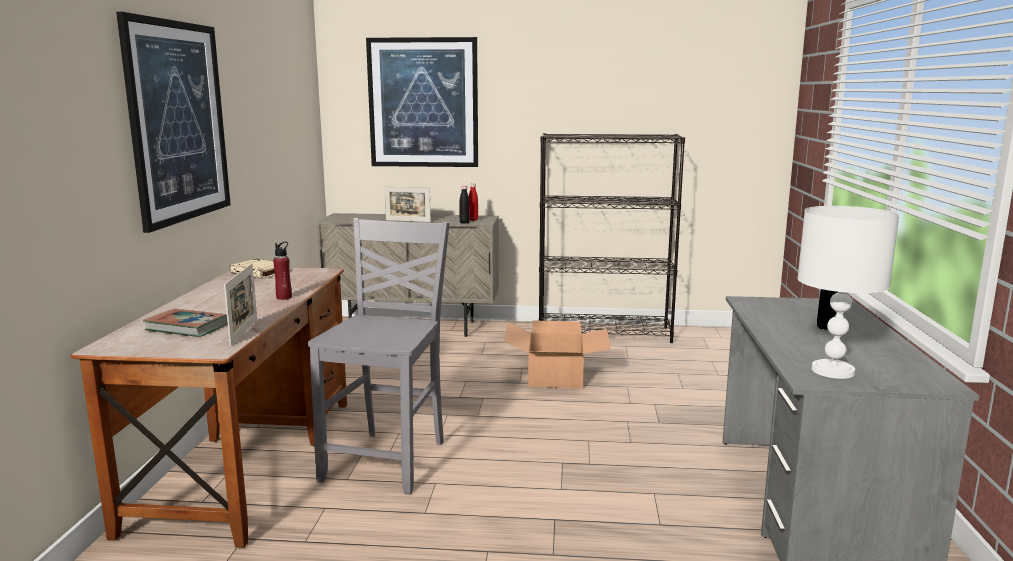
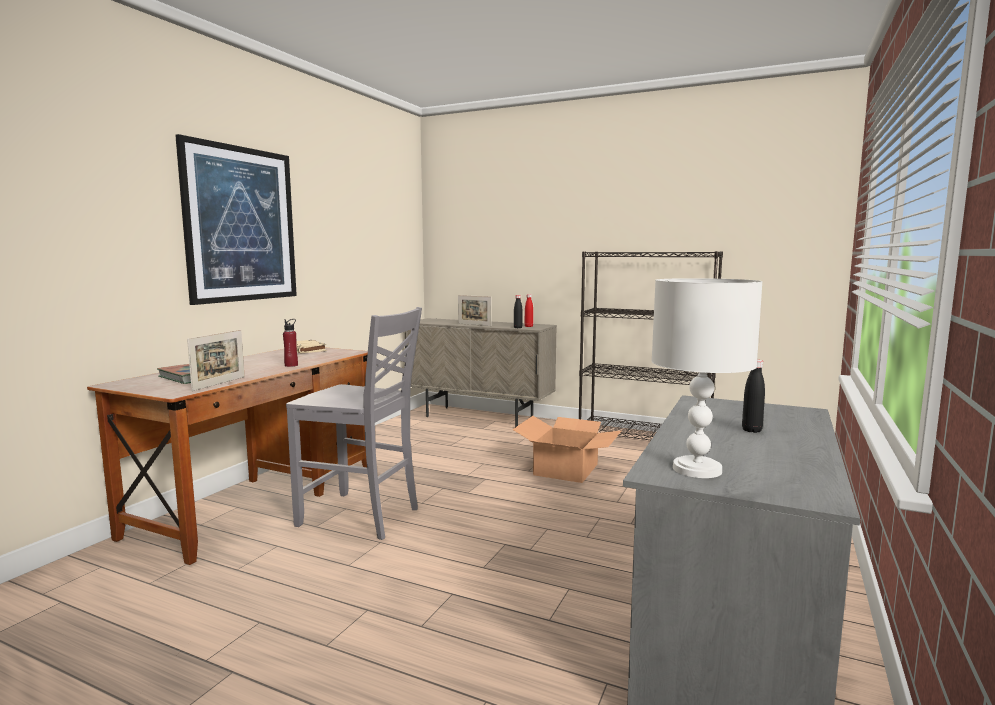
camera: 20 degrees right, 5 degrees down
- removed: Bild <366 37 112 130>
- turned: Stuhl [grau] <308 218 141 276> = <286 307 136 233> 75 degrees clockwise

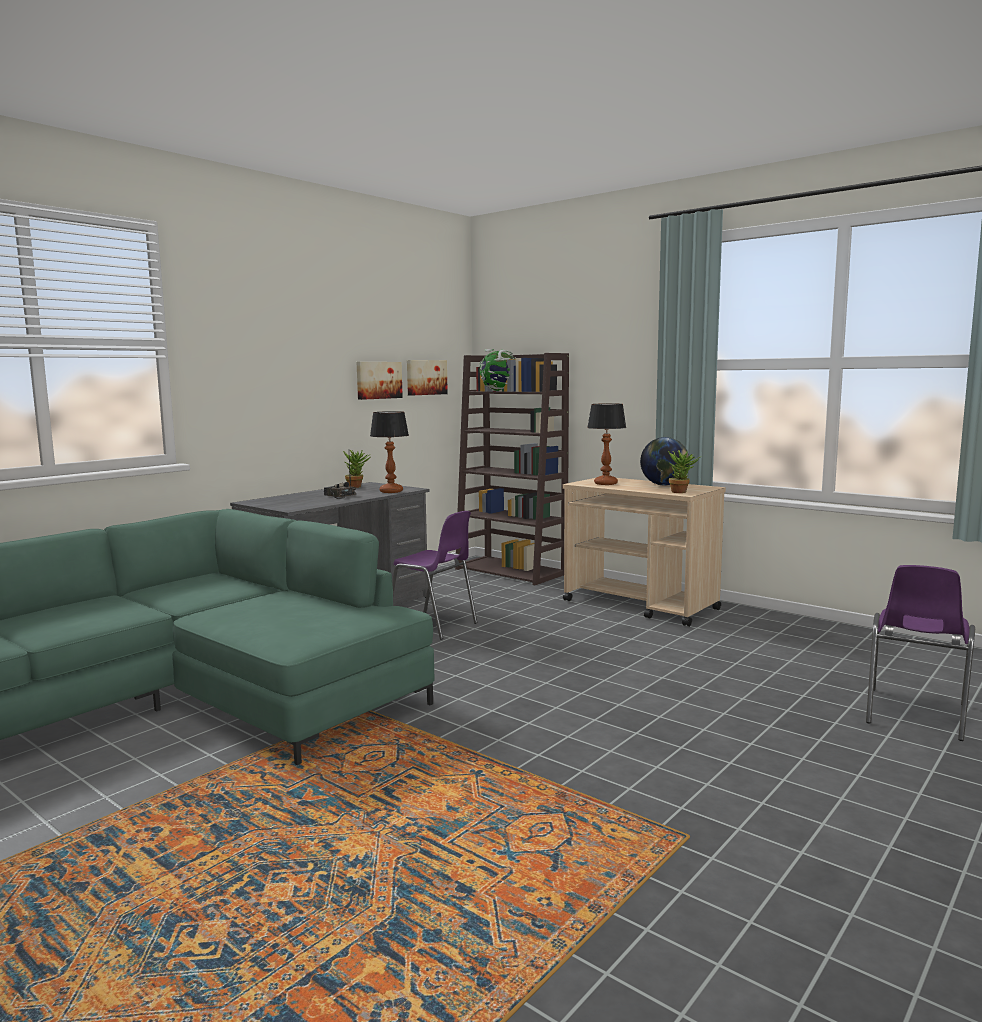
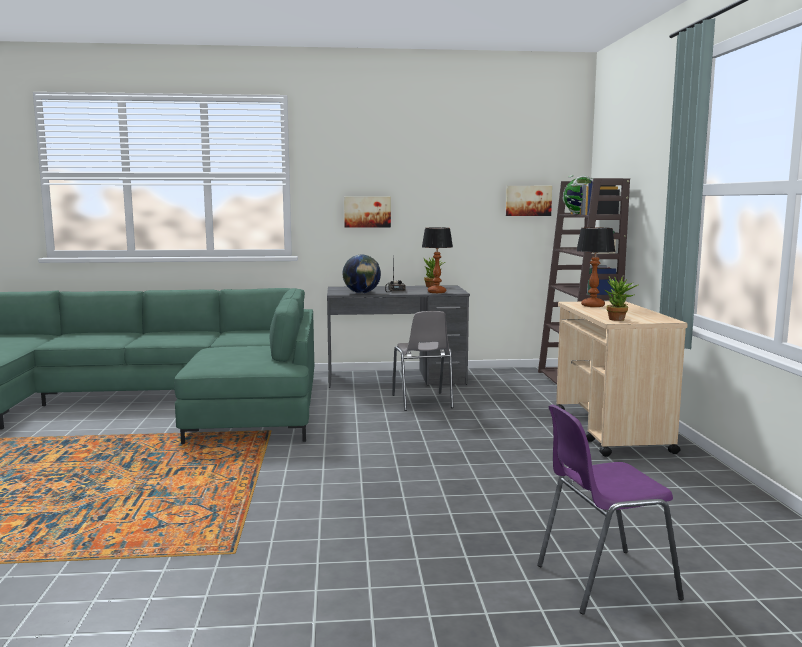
camera: 45 degrees right, 0 degrees up
- moved: Bild <356 362 47 38> to <344 197 47 31>
- moved: Globus <640 437 49 49> to <343 255 38 38>
- recoloured: Stuhl [lila] <392 511 85 129> to Stuhl [grau] <392 311 62 100>

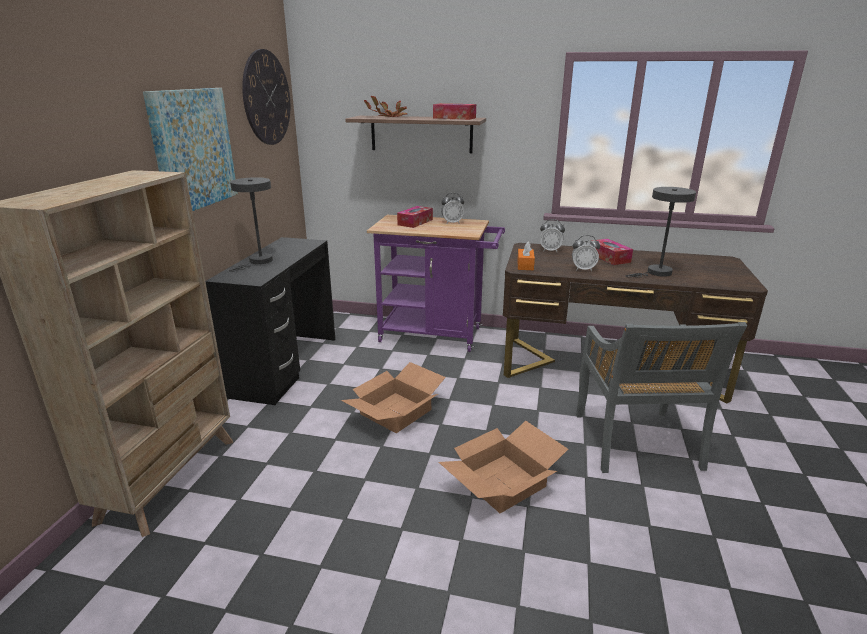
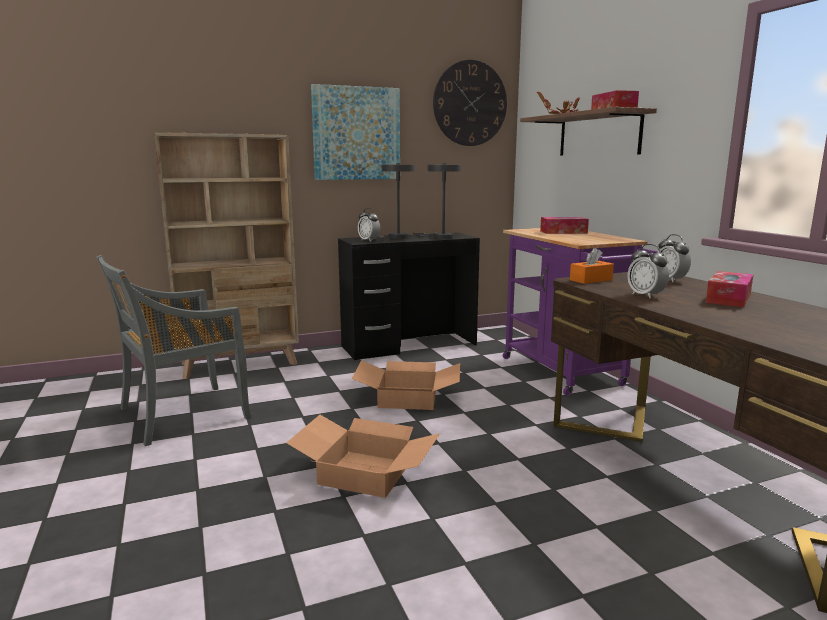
camera: 55 degrees right, 10 degrees down
- moved: Wecker <441 193 23 31> to <358 208 22 34>
- moved: Stuhl [grau] <576 322 171 151> to <96 255 155 191>
- moved: Tischlampe [grau] <625 187 71 91> to <413 163 48 76>

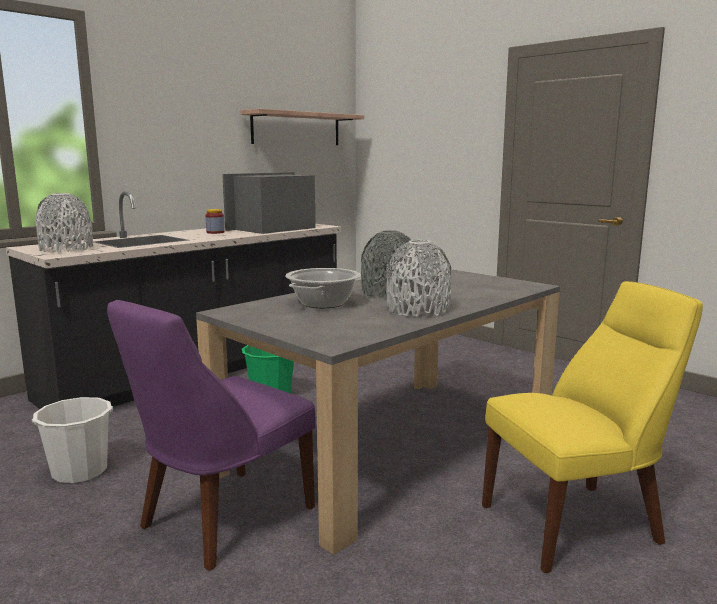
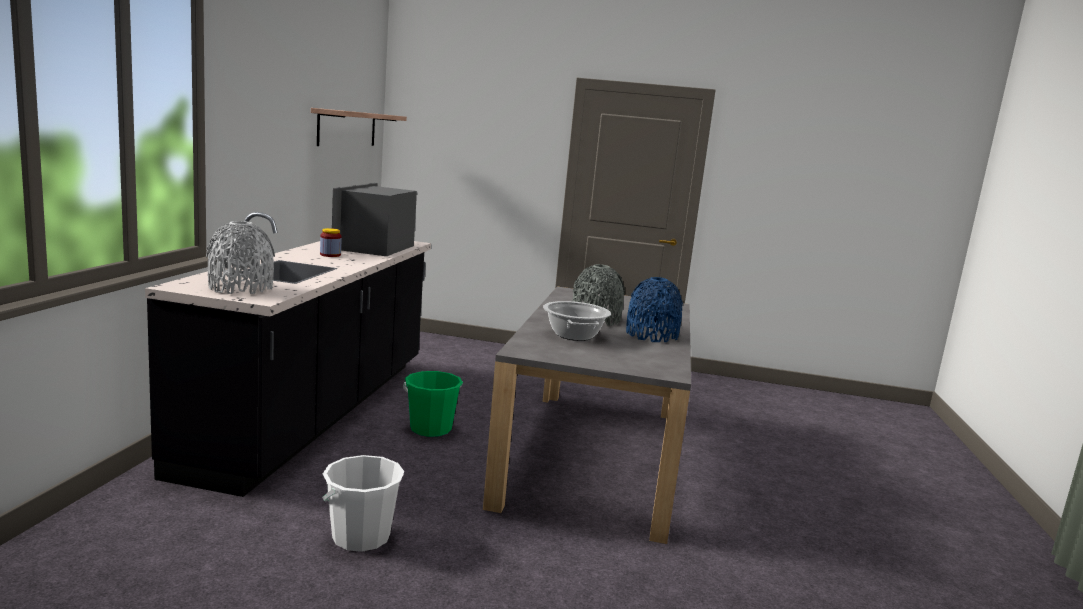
camera: 35 degrees left, 0 degrees up
- removed: Stuhl [lila] <107 300 209 271>
- removed: Stuhl [gelb] <482 281 221 292>
- recoloured: Vase [grau] <386 240 65 77> to Vase [blau] <626 277 57 65>

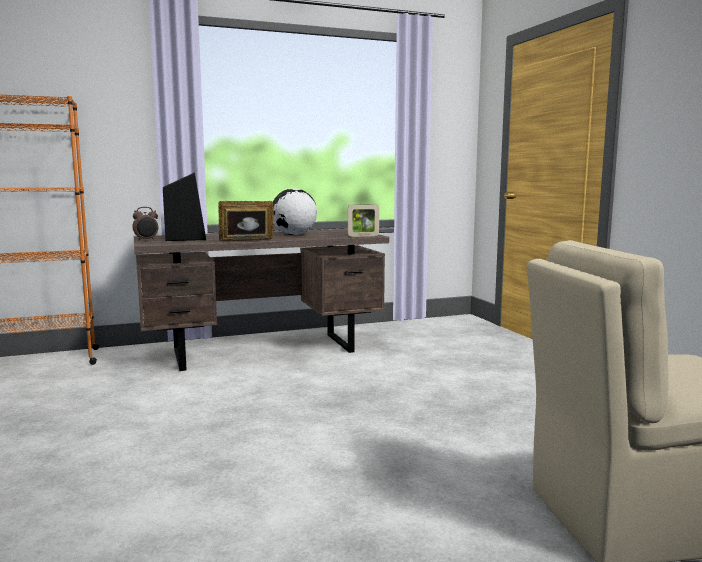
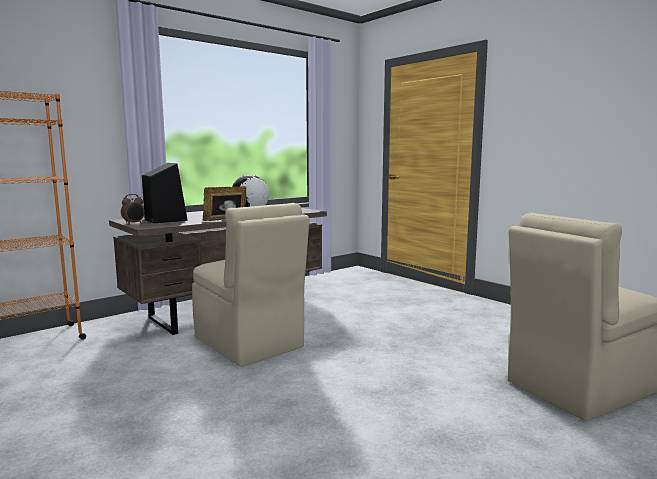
camera: 20 degrees left, 0 degrees up
- removed: Bilderrahmen <348 205 31 32>
- added: Stuhl [beige] <192 203 118 164>

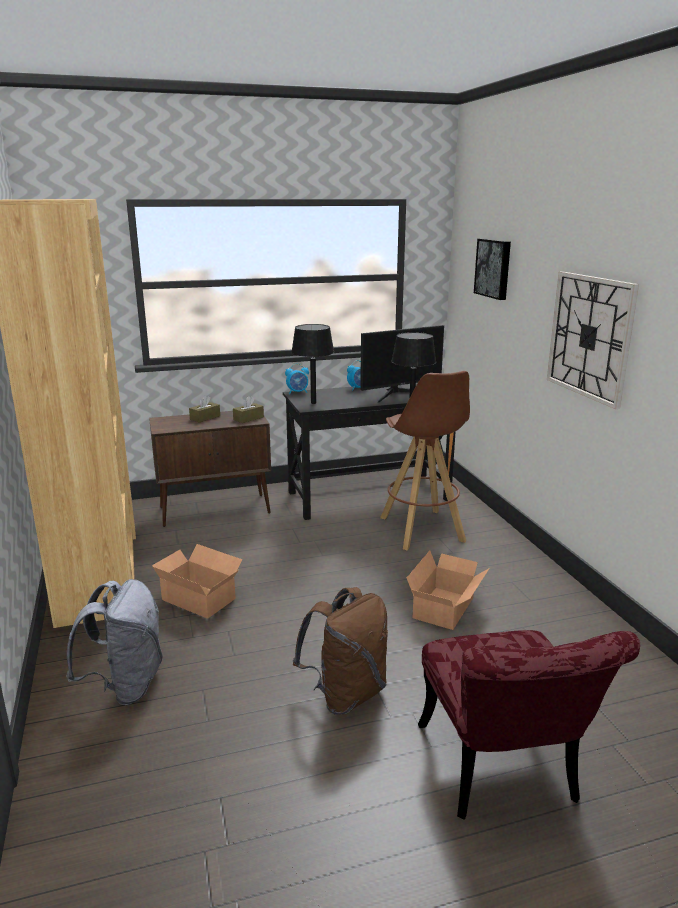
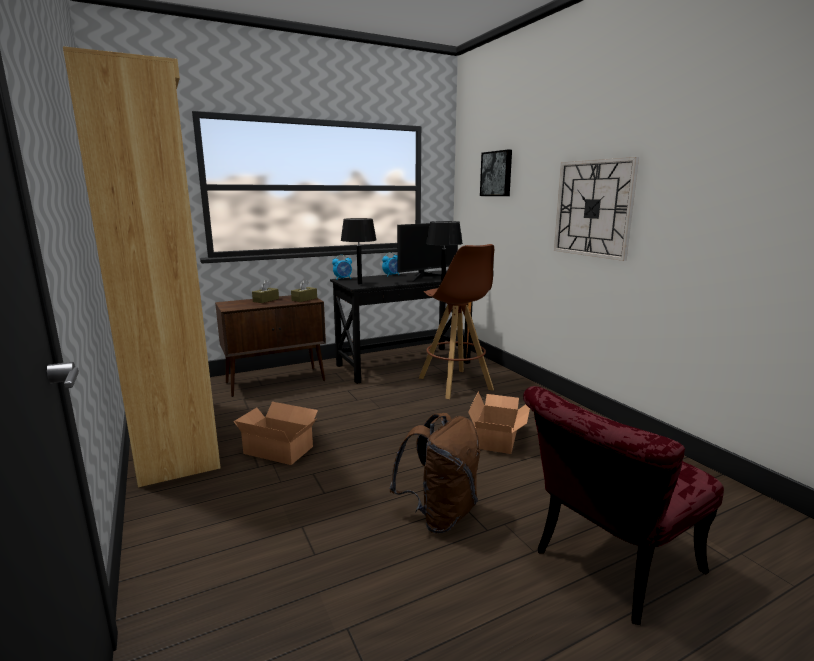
camera: 10 degrees left, 5 degrees down
- removed: Rucksack [grau] <66 579 97 126>
- turned: Stuhl [rot] <418 630 222 190> = <523 386 201 239> 75 degrees clockwise

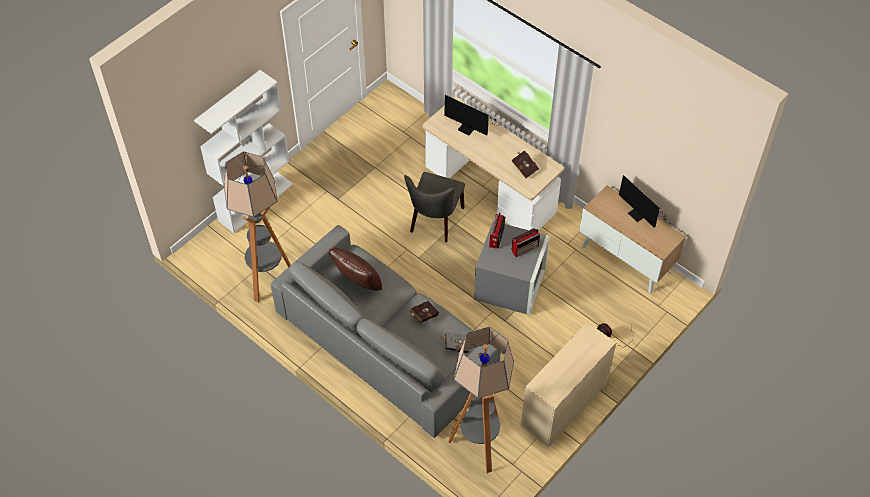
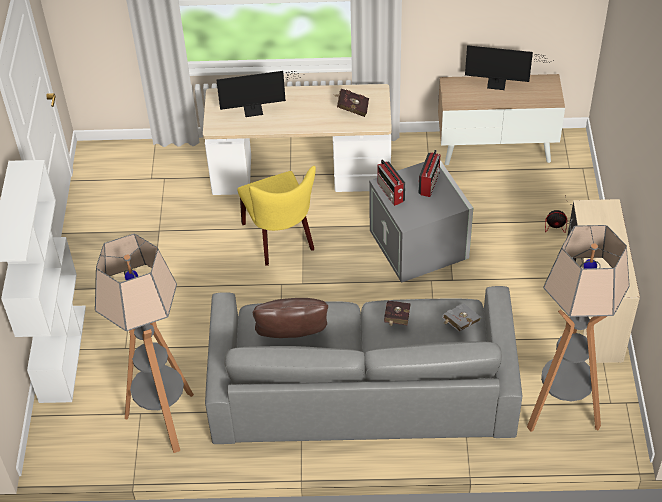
camera: 40 degrees left, 5 degrees down
- recoloured: Stuhl [grau] <404 172 61 71> to Stuhl [gelb] <237 166 79 100>

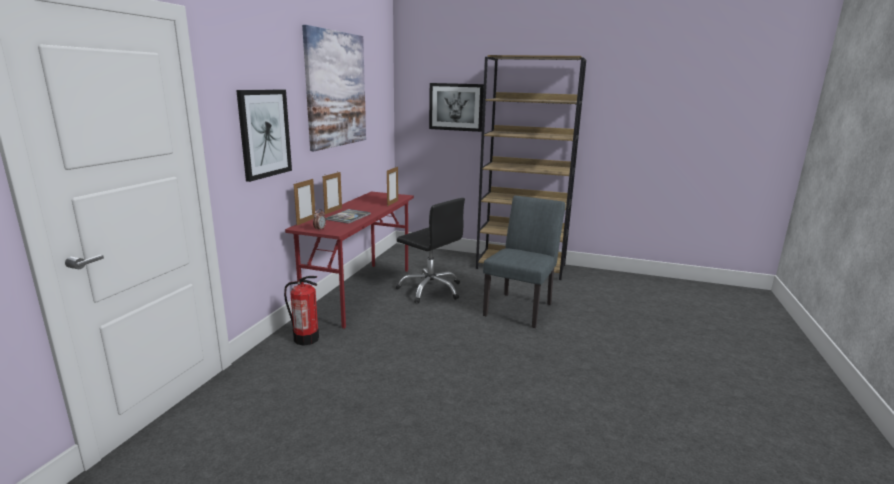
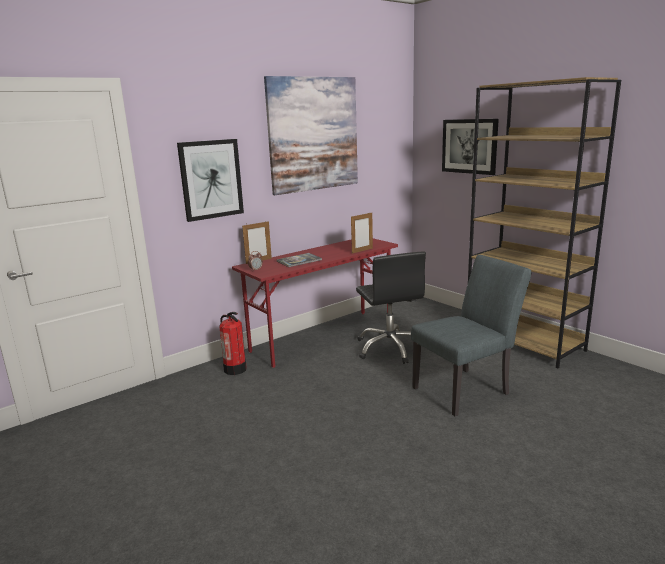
camera: 35 degrees right, 0 degrees up
- removed: Bilderrahmen <323 172 19 42>

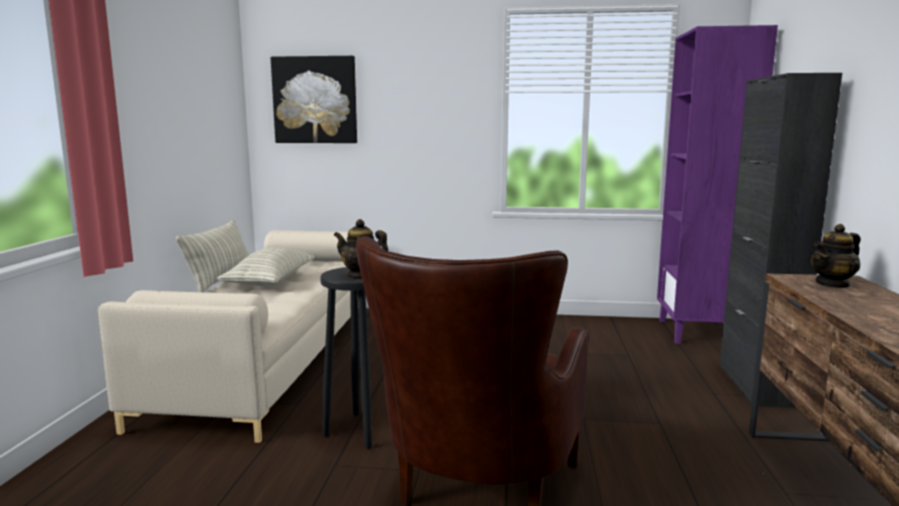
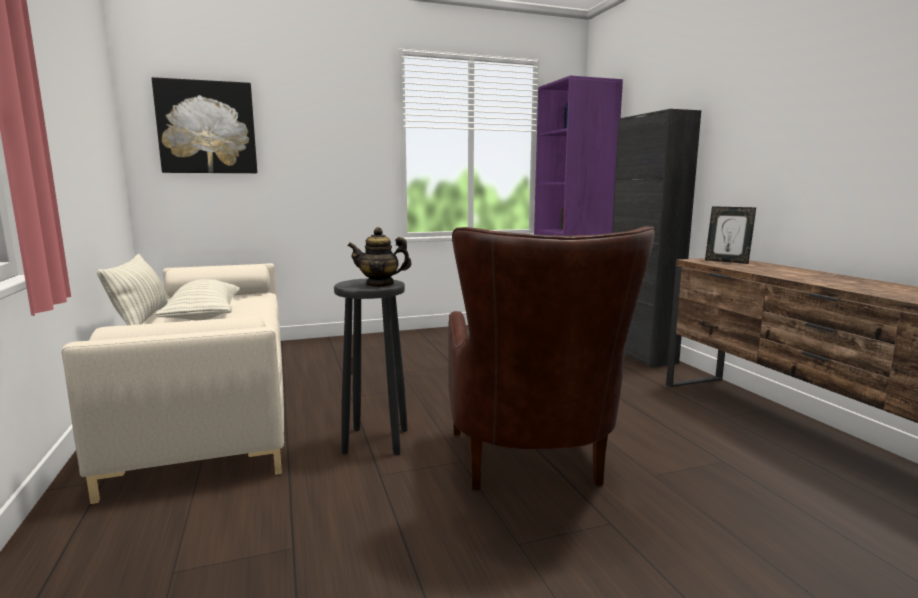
camera: 25 degrees left, 0 degrees up
- replaced: Teekanne <811 224 49 64> to Bilderrahmen <705 206 51 58>

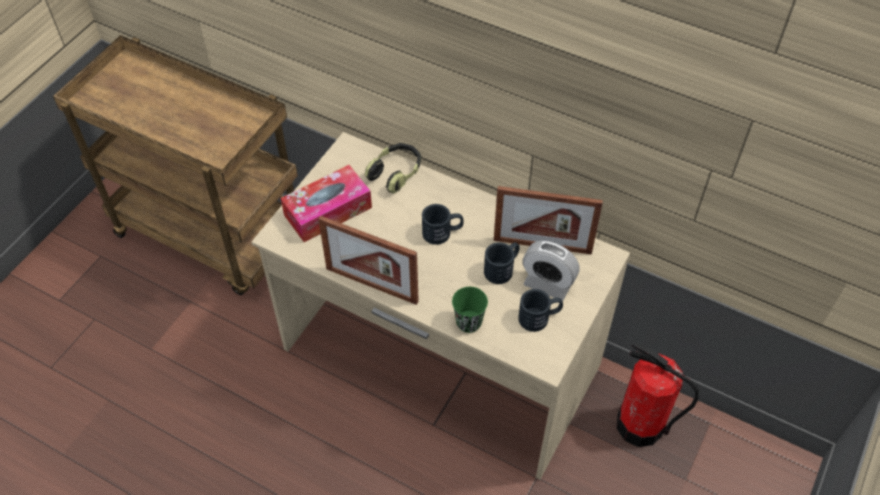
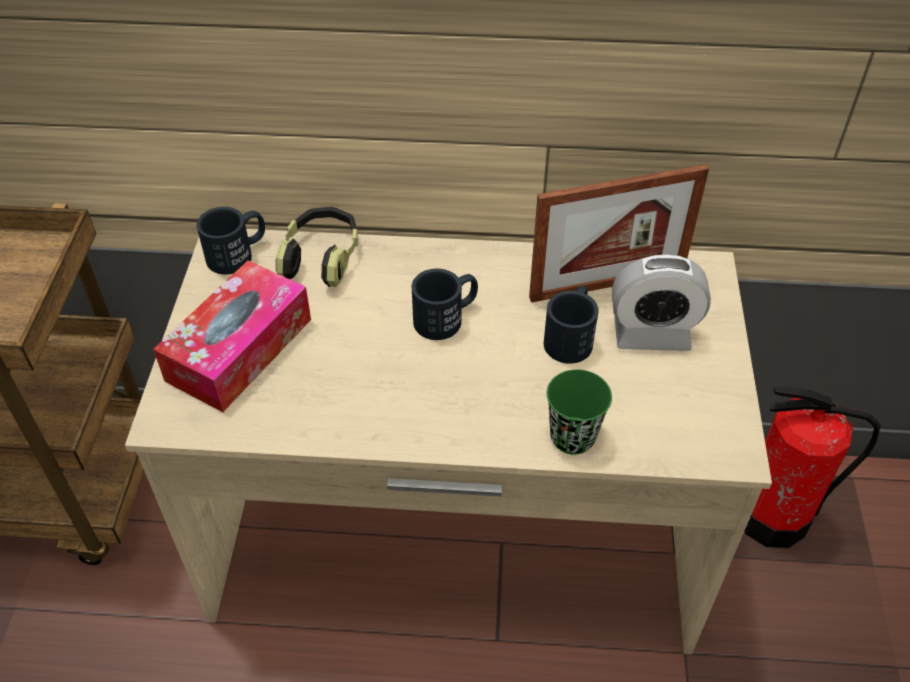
camera: 25 degrees left, 5 degrees down
- removed: Bilderrahmen <318 216 101 89>
- moved: Henkelbecher [schwarz] <518 289 45 43> to <196 207 69 68>

